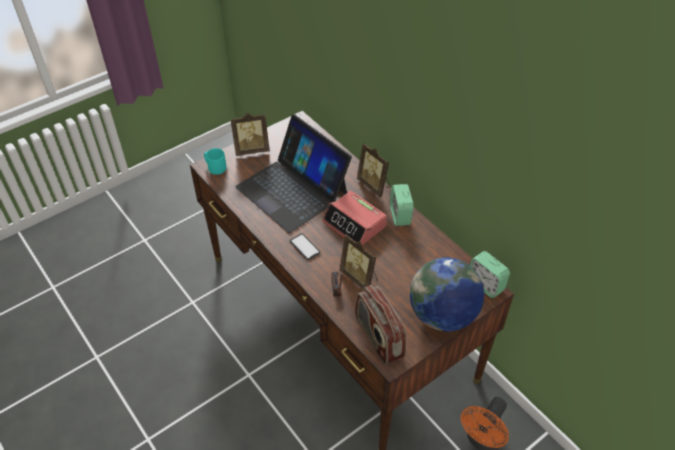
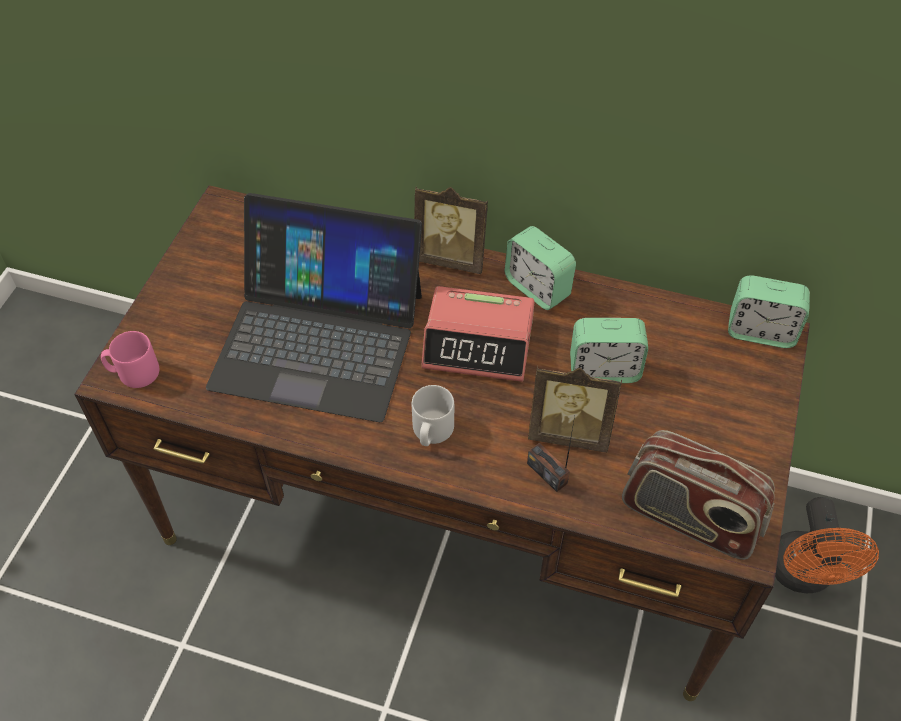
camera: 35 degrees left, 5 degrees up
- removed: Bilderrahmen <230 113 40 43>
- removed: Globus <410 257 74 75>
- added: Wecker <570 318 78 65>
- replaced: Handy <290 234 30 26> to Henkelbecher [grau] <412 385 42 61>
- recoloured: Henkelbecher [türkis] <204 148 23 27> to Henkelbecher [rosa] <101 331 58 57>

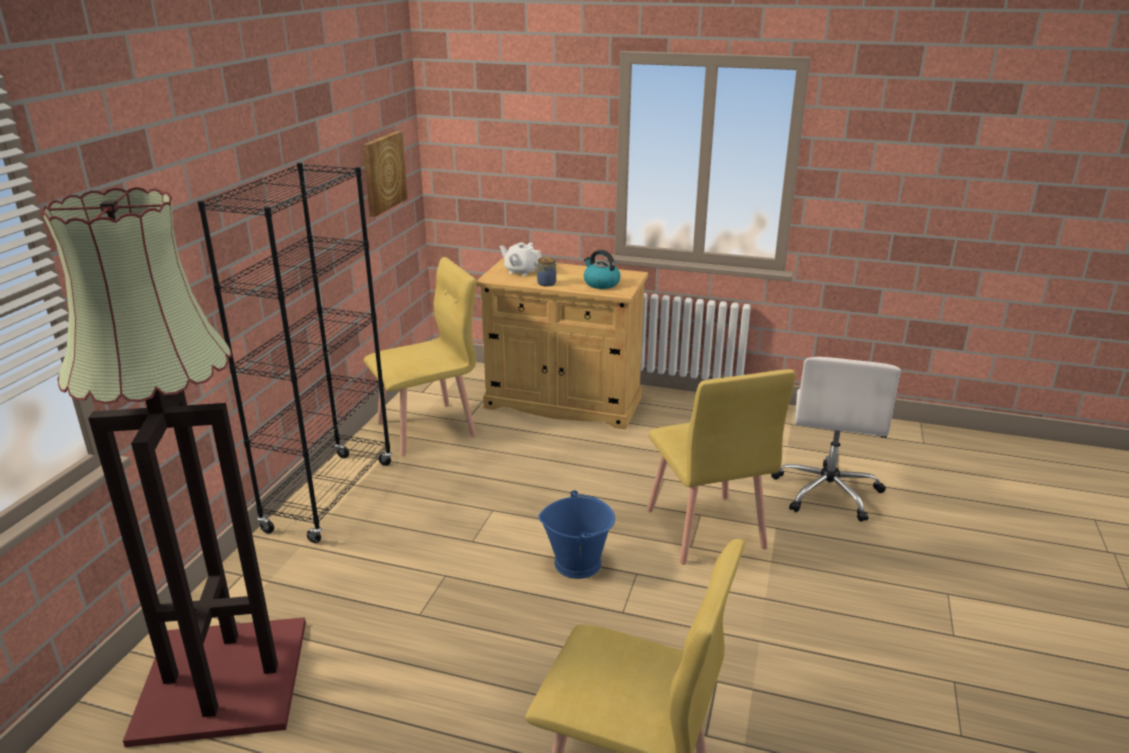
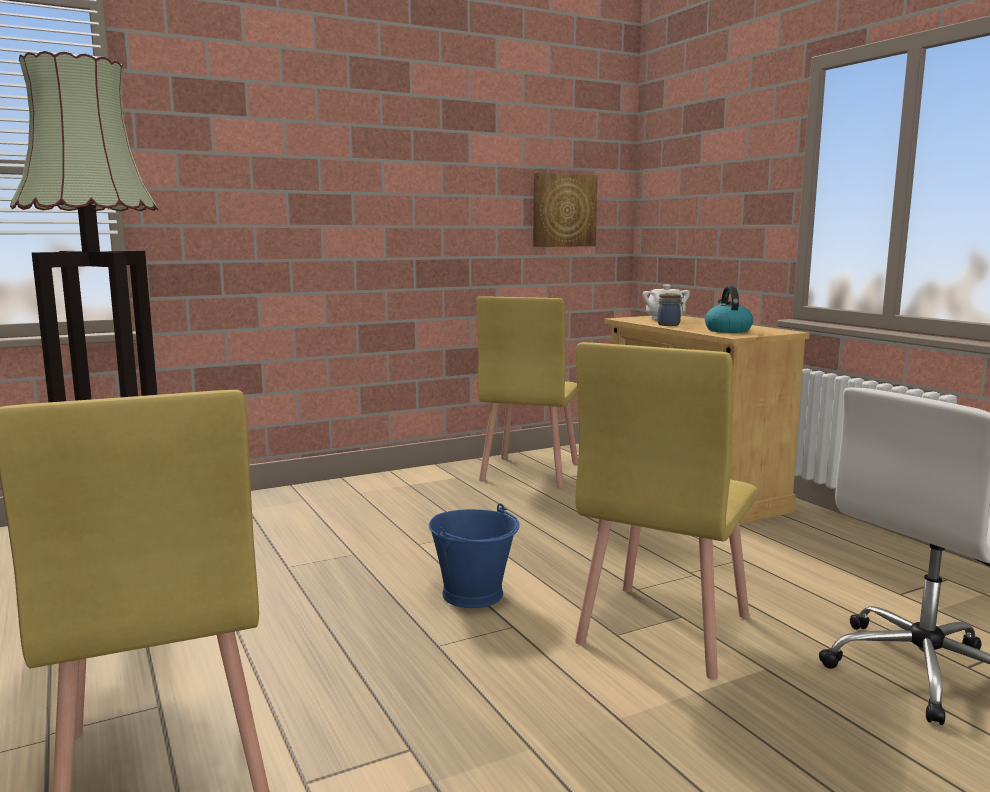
camera: 45 degrees right, 15 degrees down
- removed: Bücherregal [schwarz] <197 162 195 381>
- turned: Stuhl [gelb] <363 257 113 199> = <476 296 102 192> 90 degrees clockwise

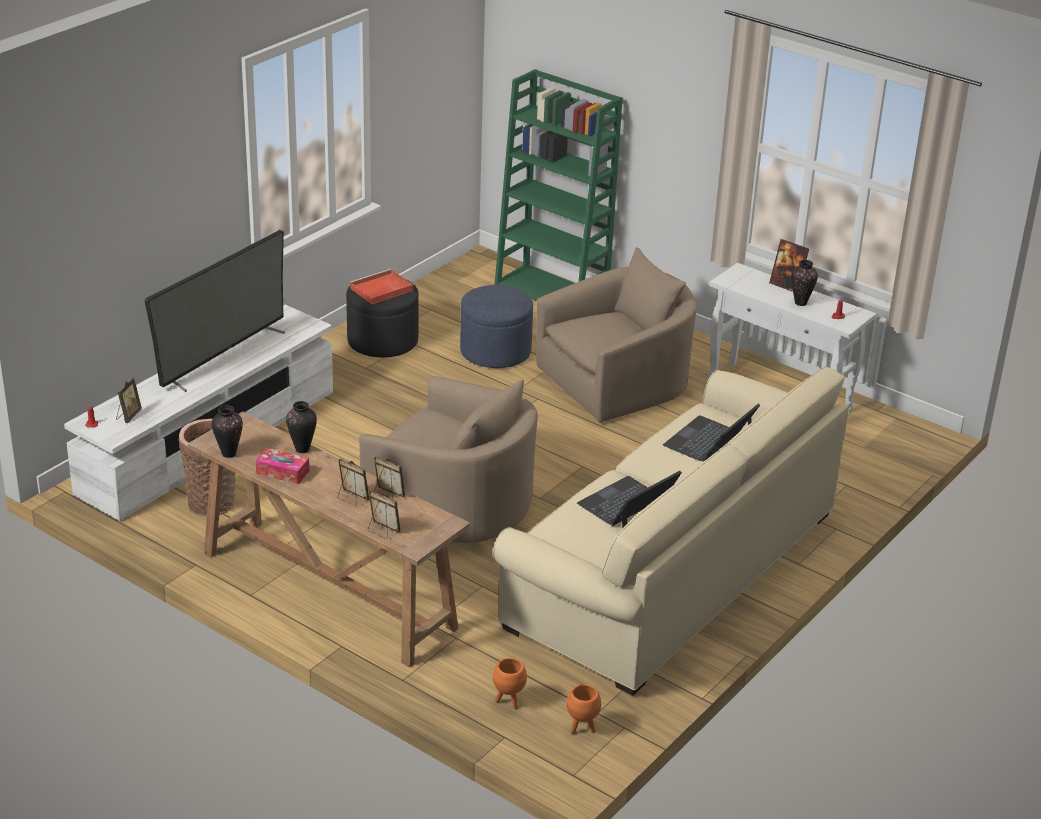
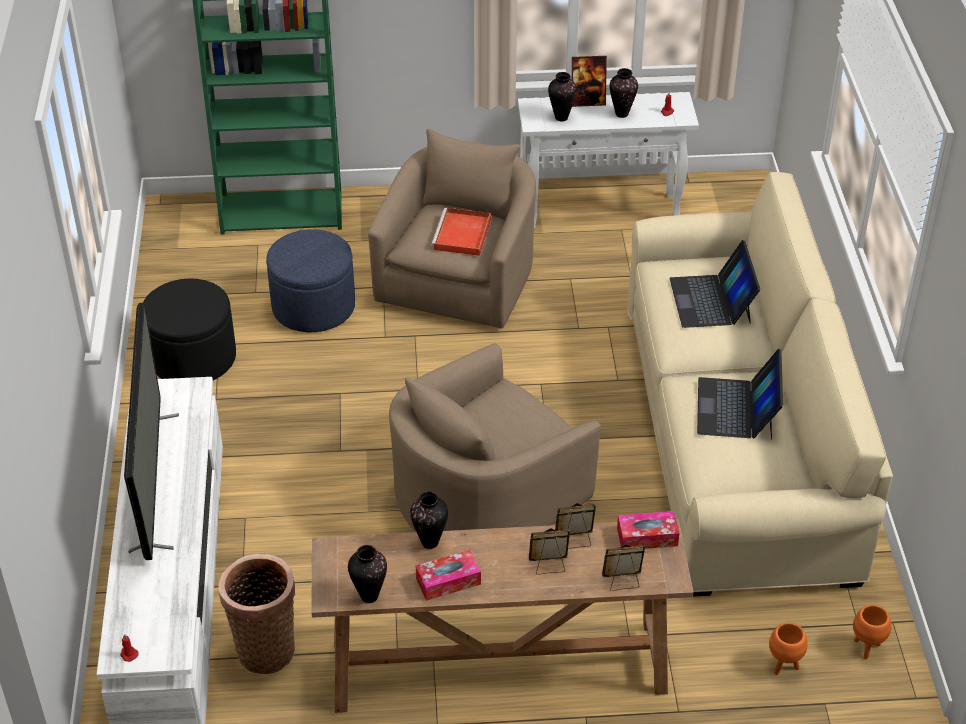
camera: 40 degrees left, 10 degrees up
- removed: Bilderrahmen <116 378 26 45>
- added: Vase <548 72 29 49>
- added: Taschentuchbox <617 511 62 38>
- moved: Tablett [rot] <349 269 64 35> to <431 208 60 48>
- turned: Sessel [beige] <359 376 179 167> = <389 344 212 188> 150 degrees clockwise

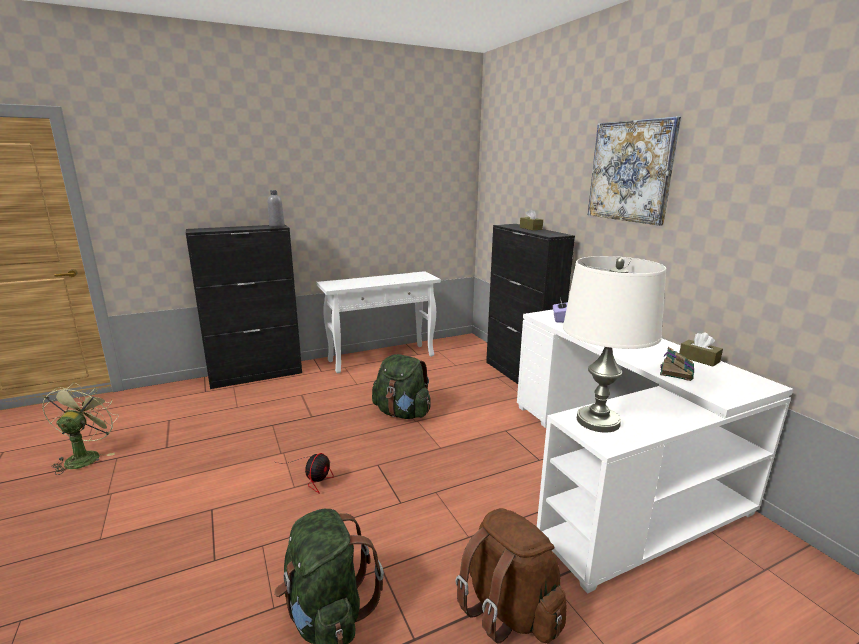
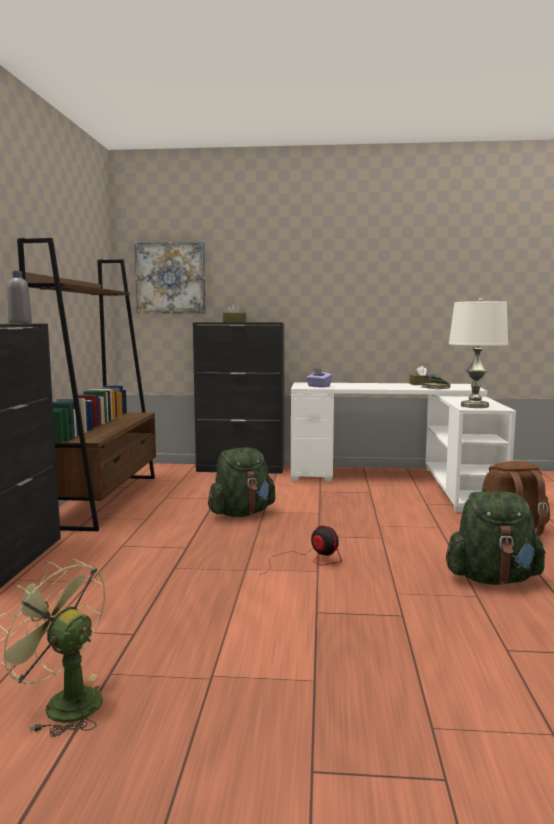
camera: 60 degrees left, 10 degrees down
- moved: Bild <588 116 93 110> to <134 242 72 72>
- replaced: Konsolentisch [weiß] <317 271 124 102> to Bücherregal [braun] <17 238 139 293>

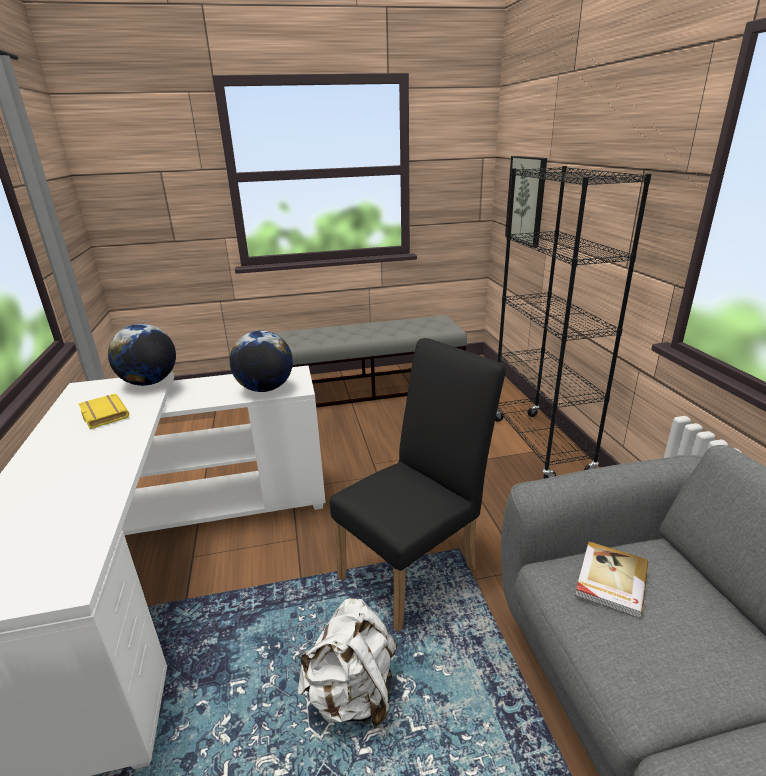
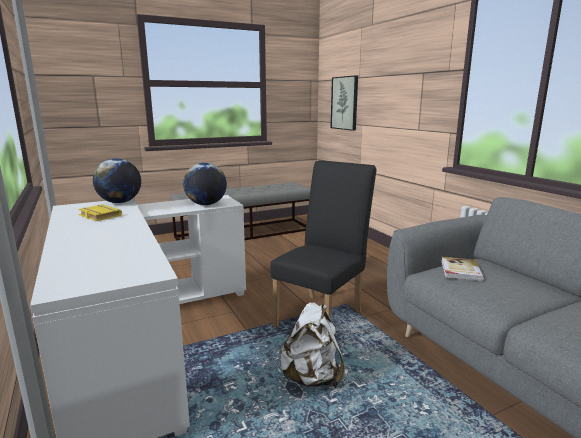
camera: 15 degrees left, 10 degrees down
- removed: Bücherregal [schwarz] <495 166 157 313>

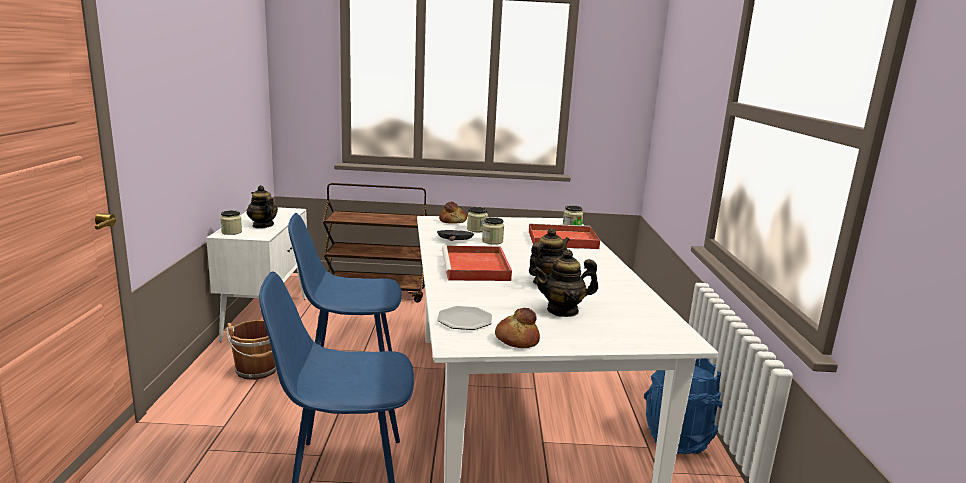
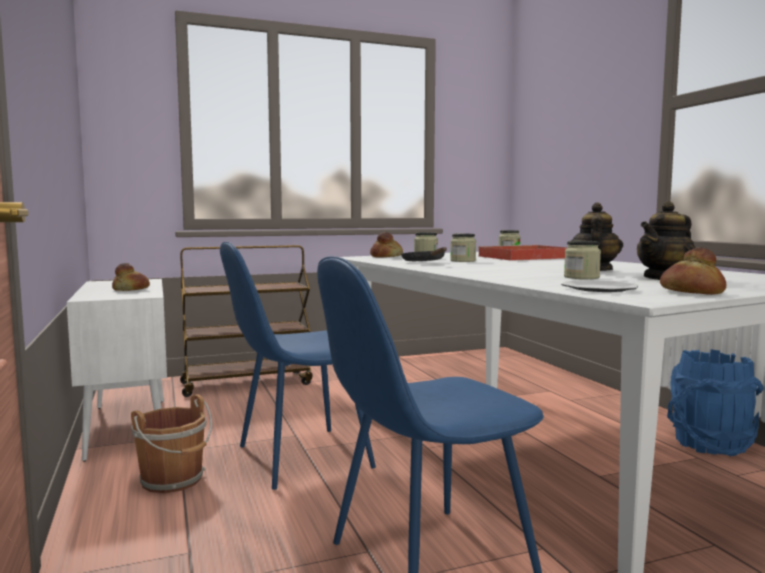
camera: 20 degrees left, 10 degrees down
- removed: Tablett [rot] <442 245 70 36>
- moved: Vorratsglas <220 210 22 25> to <564 241 37 38>
- replaced: Teekanne <247 185 31 43> to Brot <112 263 38 28>

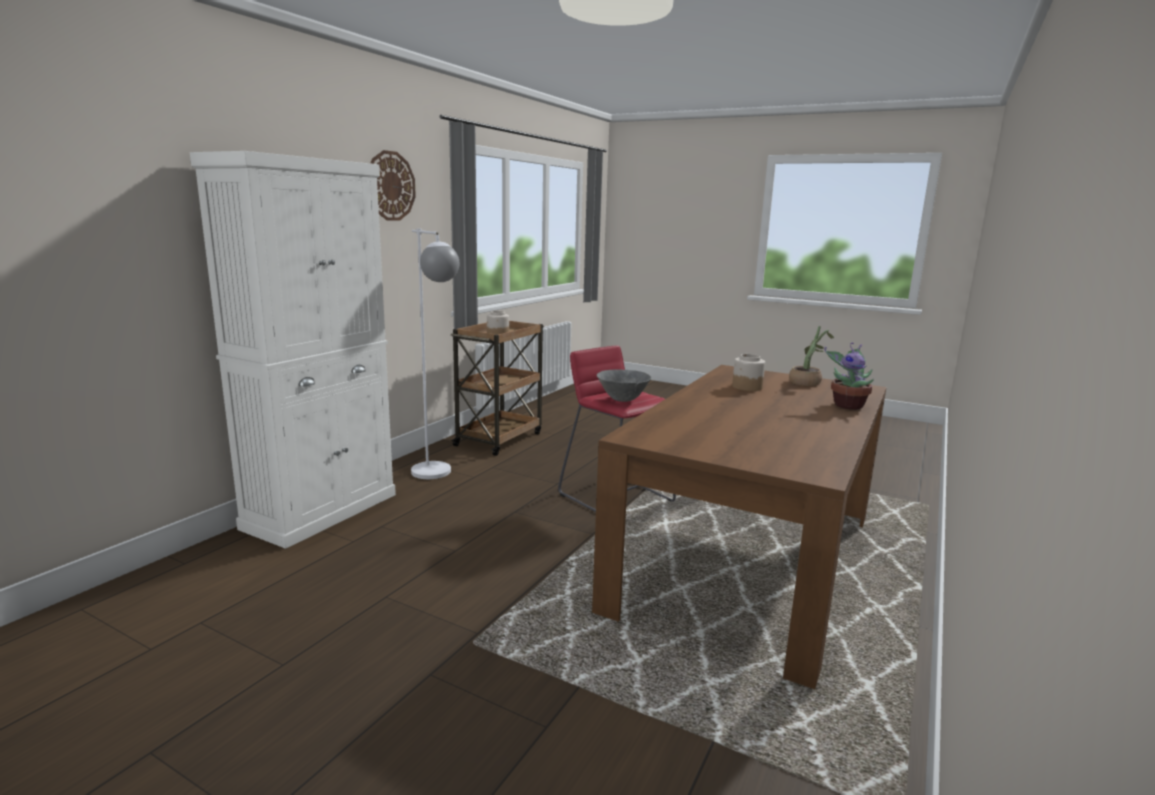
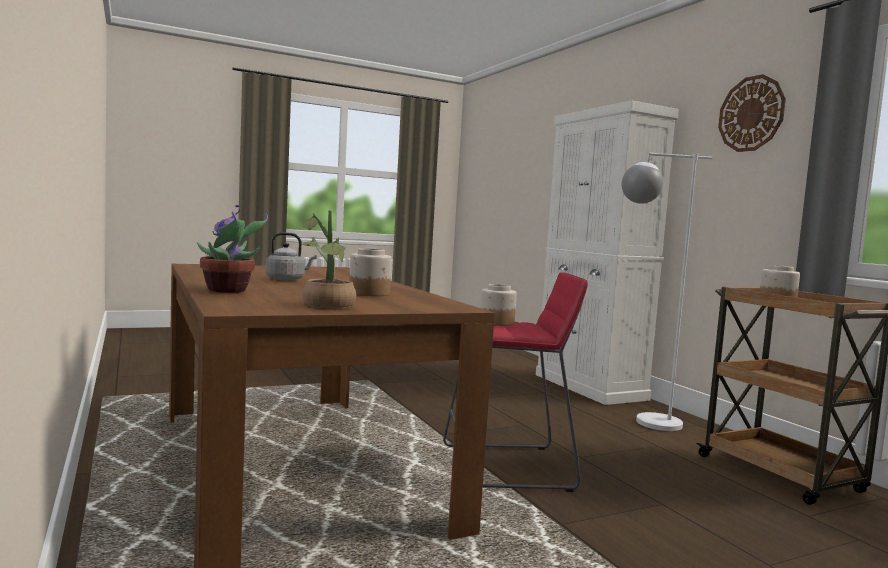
camera: 125 degrees right, 10 degrees down
- added: Wasserkessel [grau] <266 232 51 49>
- replaced: Schüssel [grau] <597 369 55 33> to Vorratsglas <481 284 36 42>

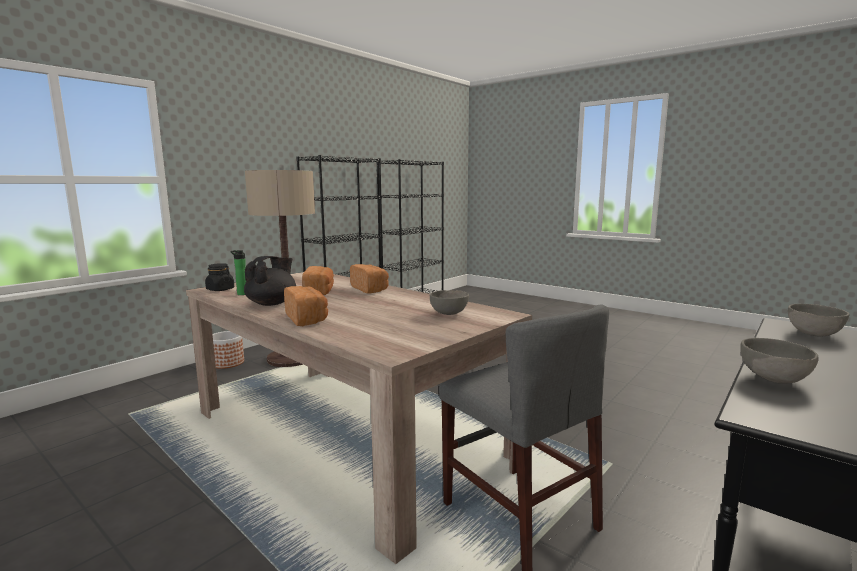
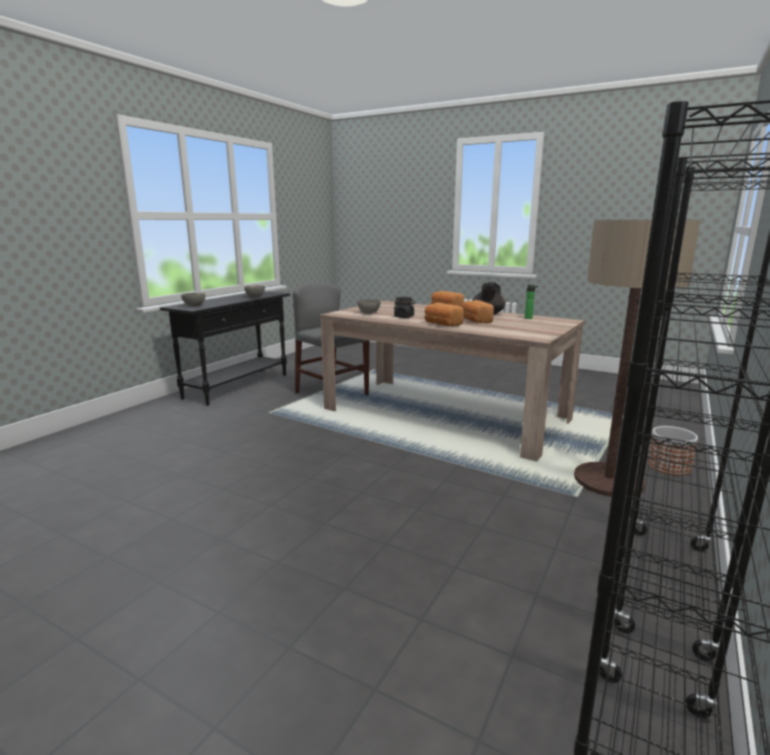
camera: 170 degrees right, 5 degrees up
- moved: Vorratsglas [schwarz] <205 263 29 28> to <394 297 21 21>

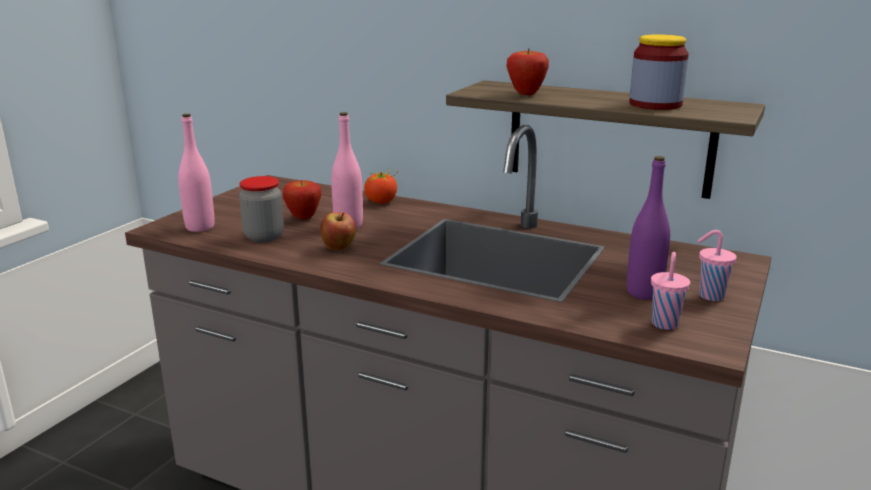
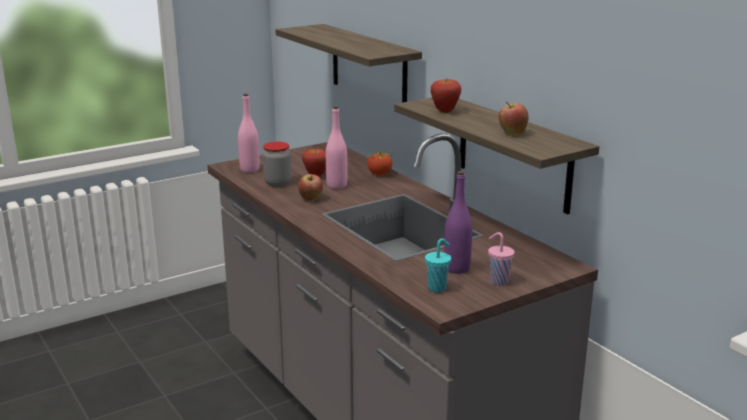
camera: 30 degrees right, 0 degrees up
- added: Wandregal <275 24 147 79>
- replaced: Vorratsglas <629 34 60 76> to Apfel <499 101 30 34>
- recoloured: Tasse [rosa] <651 252 39 78> to Tasse [türkis] <425 238 26 54>

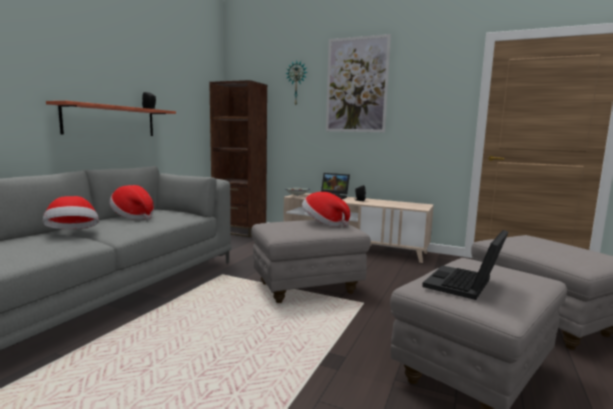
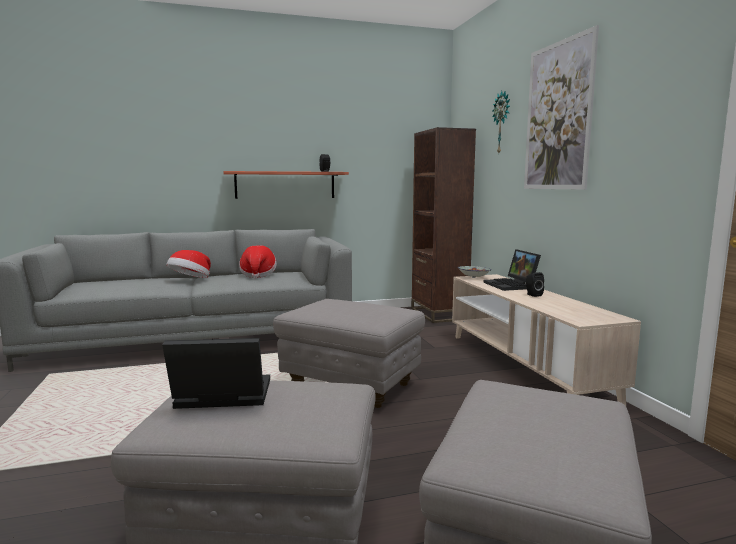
camera: 50 degrees right, 0 degrees up
- removed: Hut <302 192 48 35>

